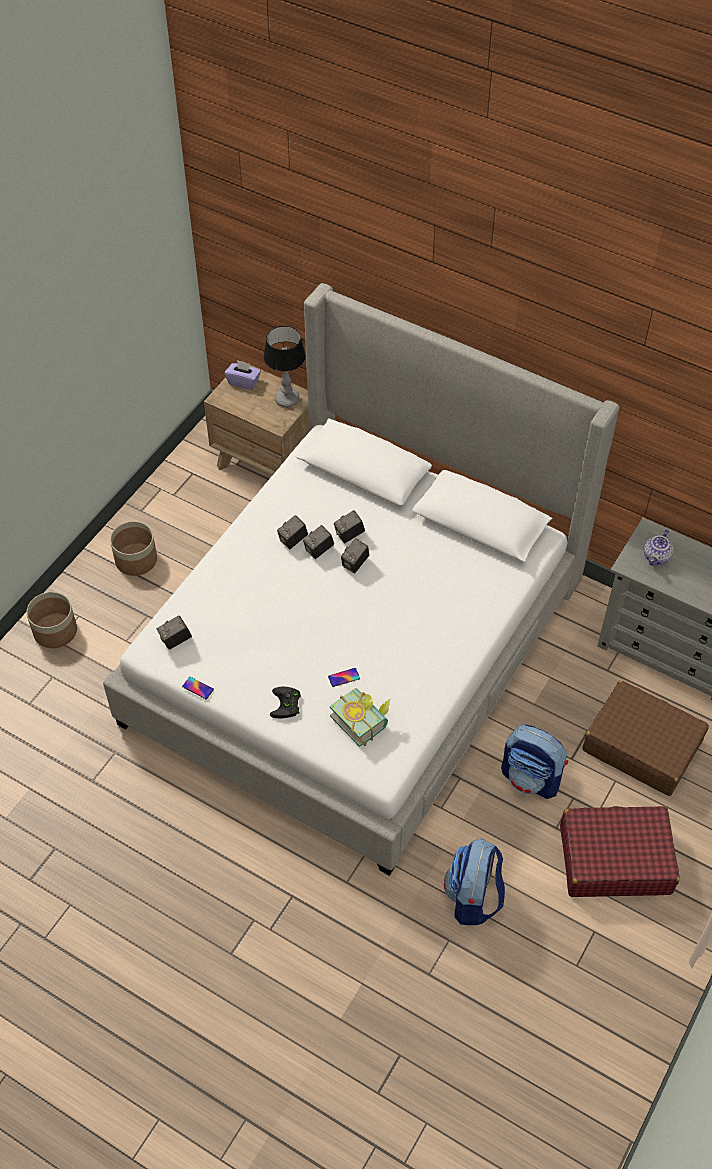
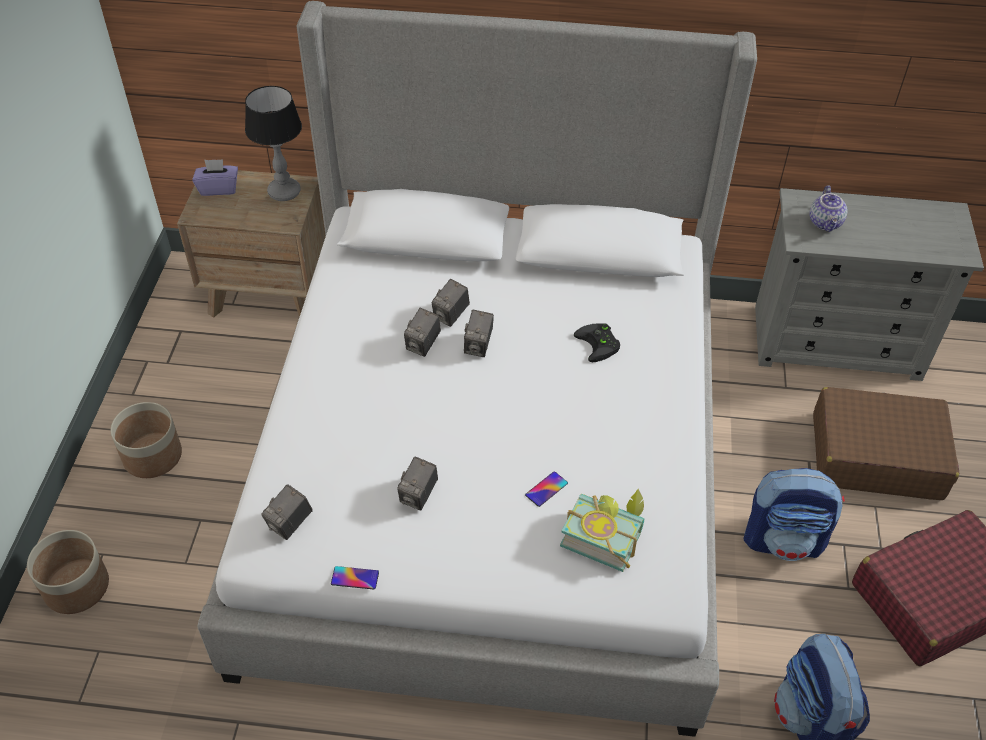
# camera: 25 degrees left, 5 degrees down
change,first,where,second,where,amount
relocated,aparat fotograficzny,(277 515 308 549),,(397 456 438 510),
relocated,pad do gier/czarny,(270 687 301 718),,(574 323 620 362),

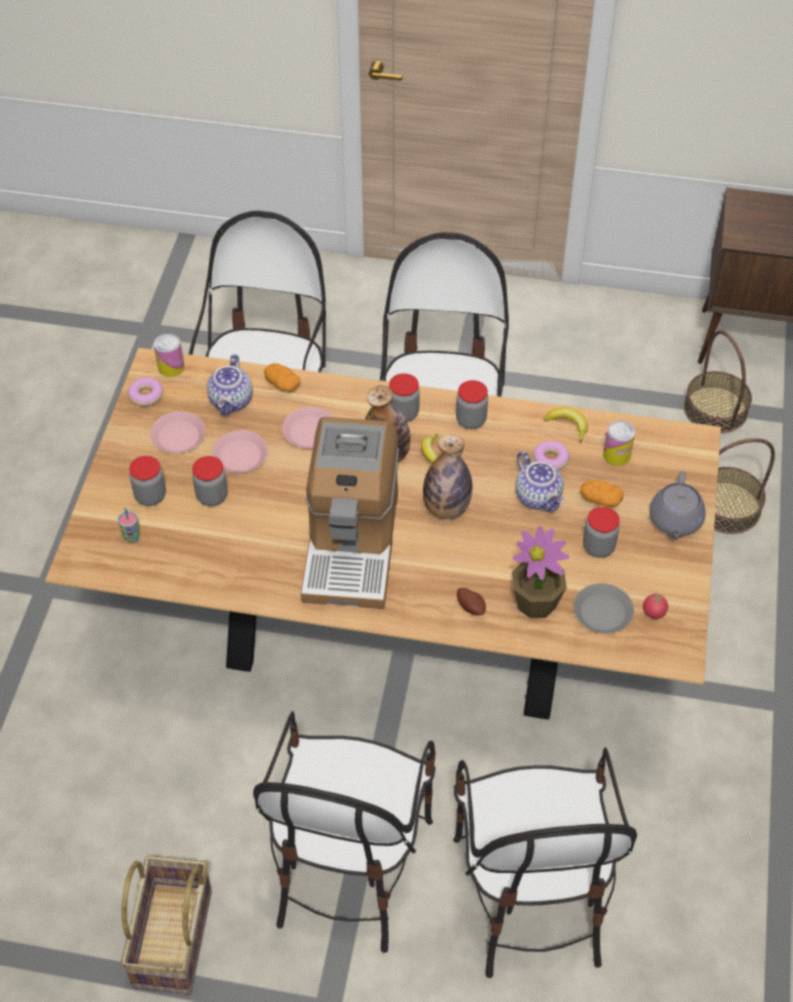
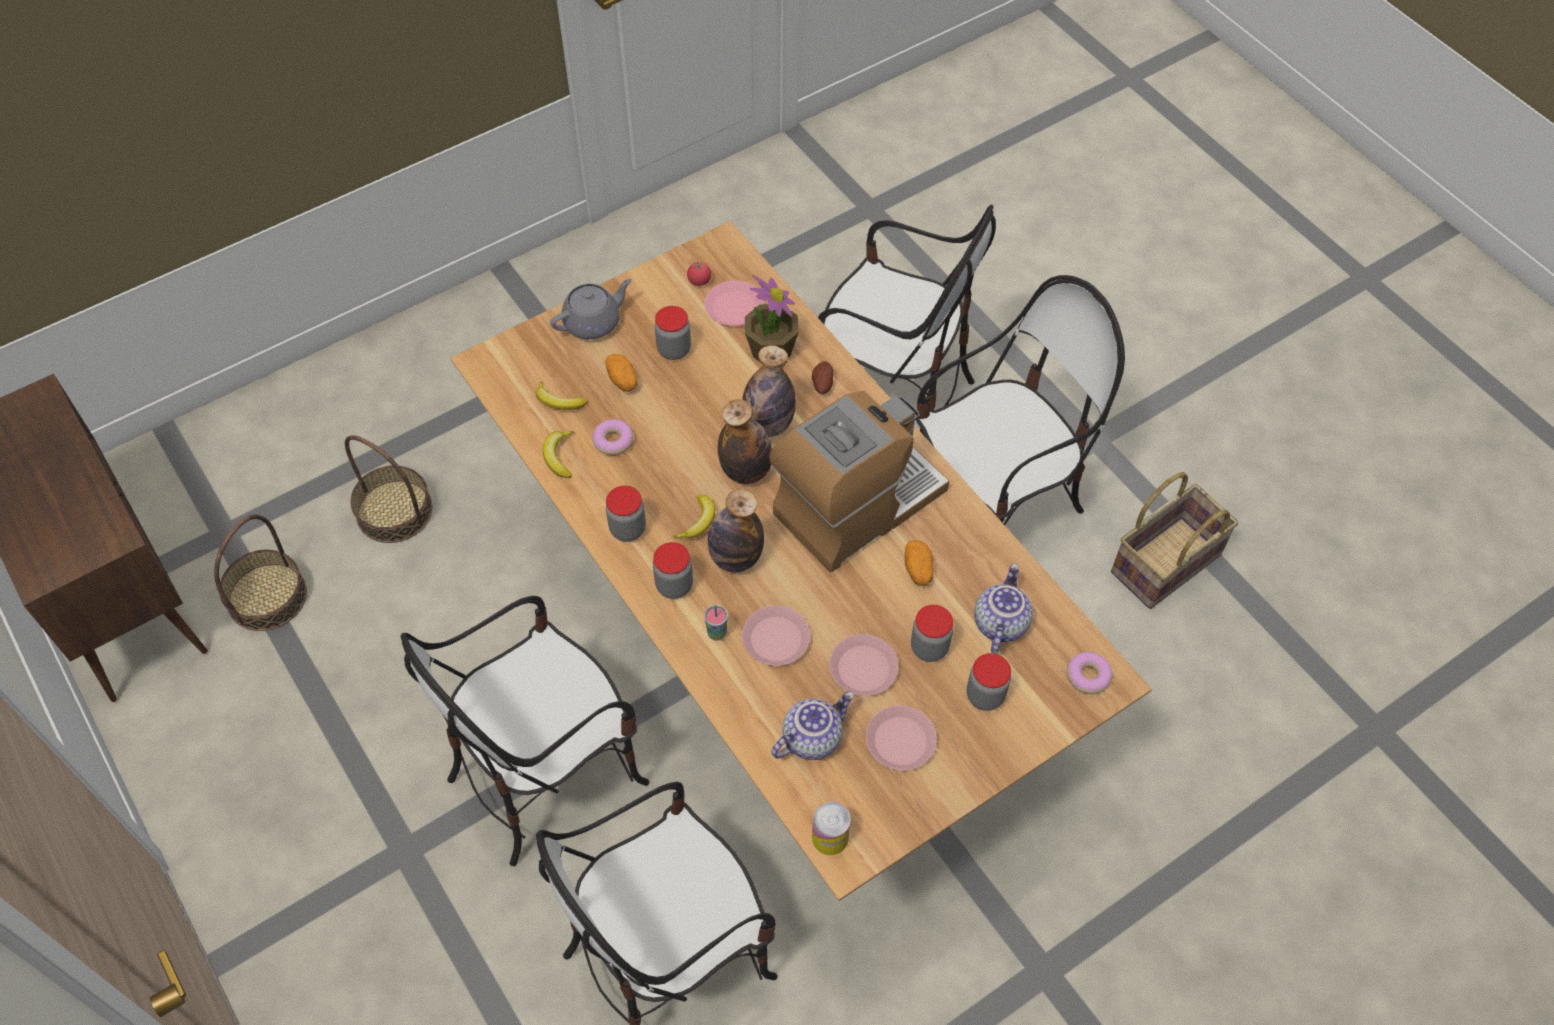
# camera: 135 degrees left, 5 degrees up
change,first,where,second,where,amount
relocated,ziemniak,(264 363 300 392),,(905 540 934 586),
relocated,donut,(128 378 164 407),,(1067 652 1112 694),
exchanged,puszka,(603 421 635 466),banan,(535 381 588 410),
relocated,imbryk,(515 451 564 512),,(974 563 1033 653),
relocated,filiżanka,(118 508 140 543),,(704 605 728 641),
colour,talerz/szary,(573 583 634 634),talerz/różowy,(705 280 764 326),
spun,krzesło,(453 748 637 978),,(818 205 996 410),75 degrees clockwise
appeared,,,butelka,(742 345 796 437),

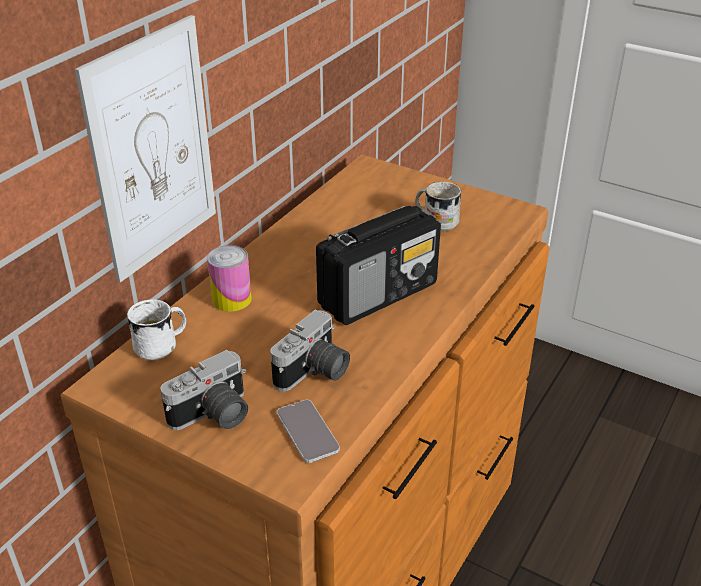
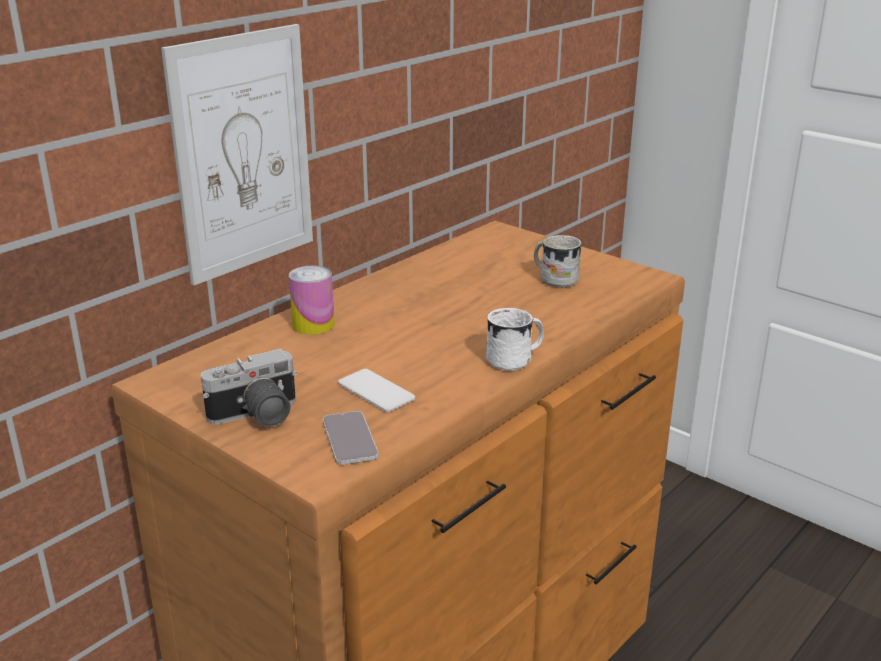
# camera: 10 degrees right, 10 degrees down
change,first,where,second,where,amount
missing,radio,(316 206 441 325),,,
relocated,kubek/biały,(127 299 186 360),,(486 308 544 371),
exchanged,aparat fotograficzny,(270 310 350 392),telefon,(338 369 415 412),

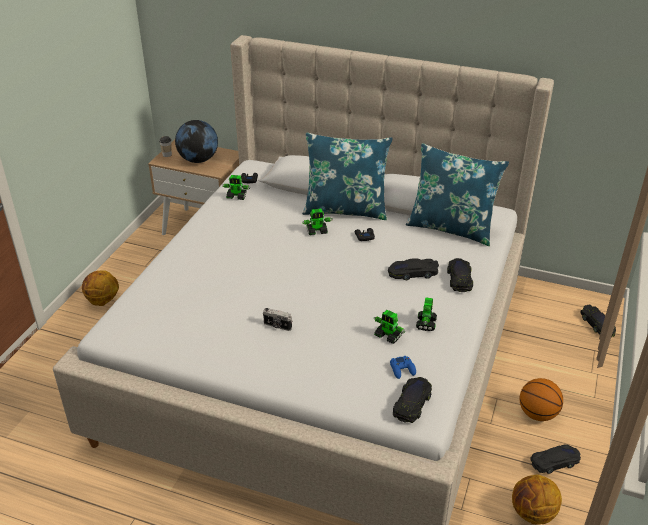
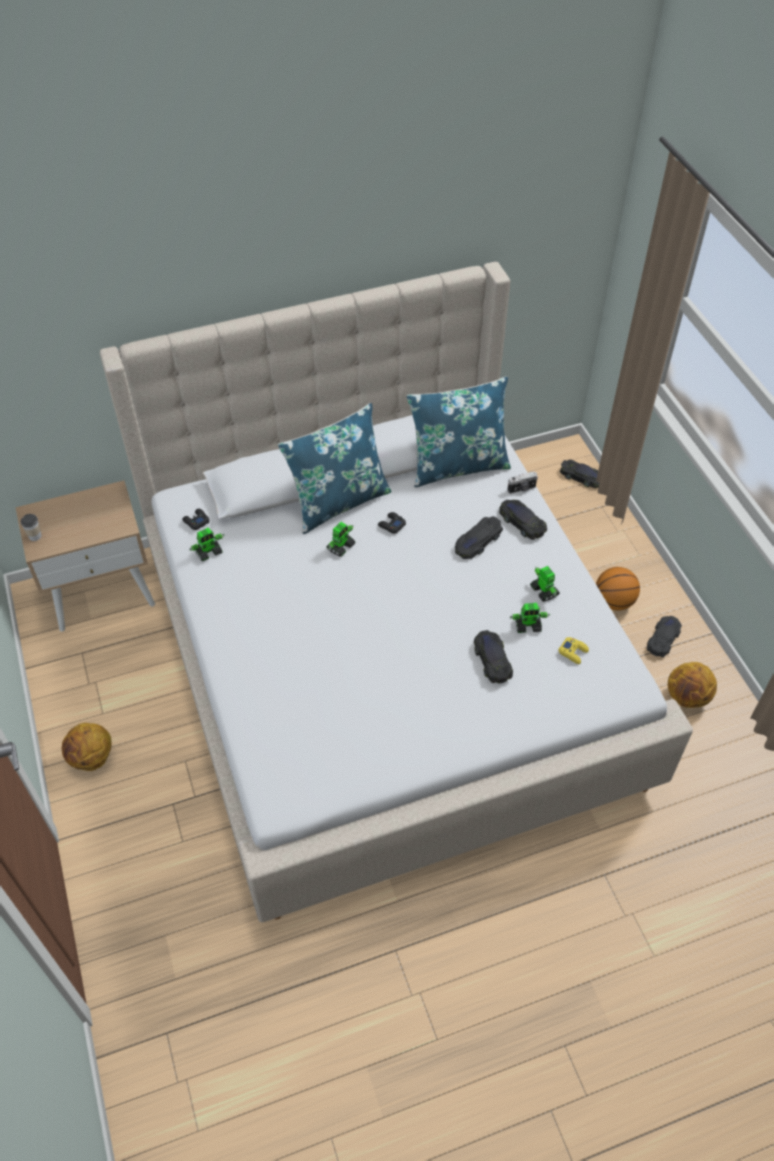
# camera: 40 degrees left, 15 degrees up
change,first,where,second,where,amount
missing,globus,(175 120 218 163),,,
relocated,aparat fotograficzny,(263 308 292 331),,(507 471 538 494),
colour,pad do gier/niebieski,(390 356 416 379),pad do gier/żółty,(558 637 589 664),
relocated,samochodzik/czarny,(393 377 432 423),,(474 630 513 683),

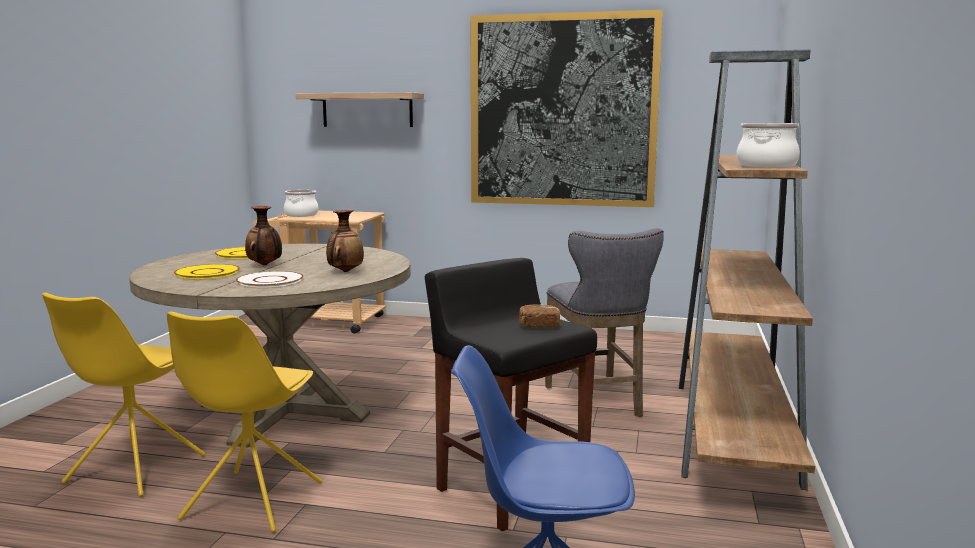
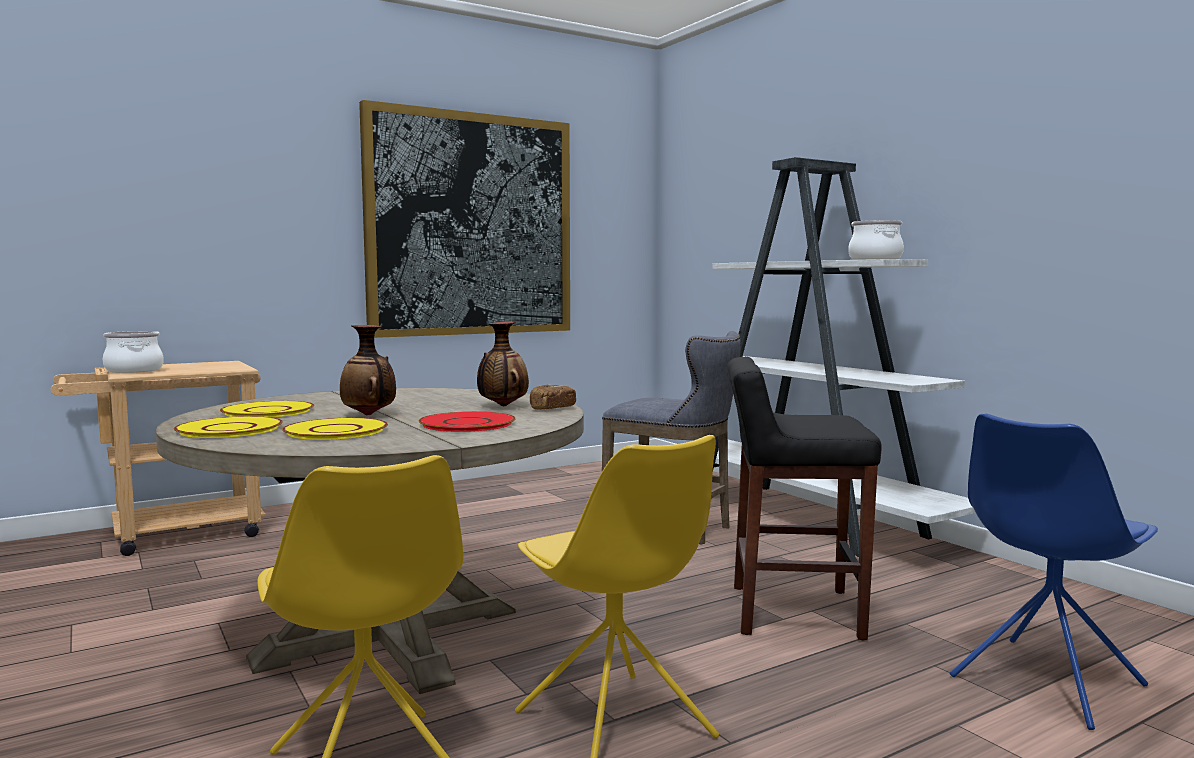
# camera: 45 degrees left, 5 degrees down
change,first,where,second,where,amount
colour,regał/brązowy,(679 50 815 490),regał/biały,(712 157 976 557),
missing,półka,(295 92 424 127),,,
colour,talerz/biały,(236 271 304 288),talerz/czerwony,(418 411 516 432),
relocated,chleb,(519 304 560 327),,(530 384 576 410),
appeared,,,talerz/żółty,(174 416 283 438),

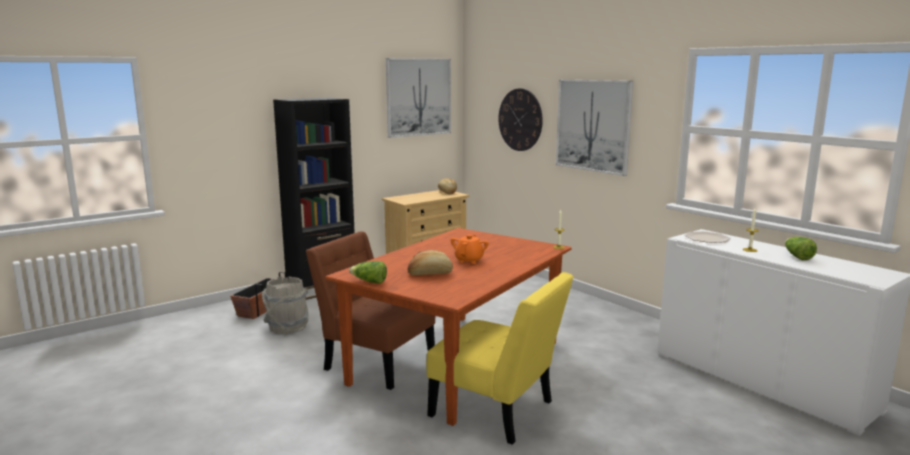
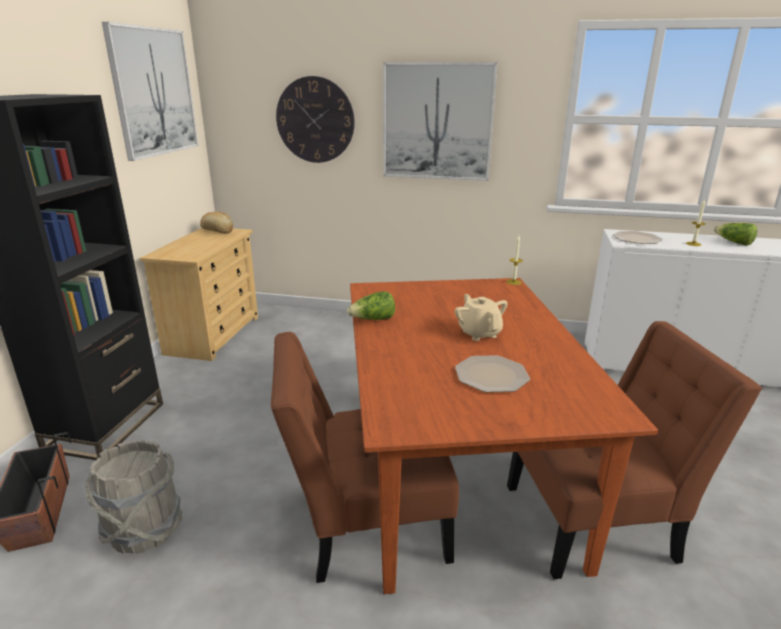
# camera: 40 degrees left, 10 degrees up
change,first,where,second,where,amount
colour,imbryk/pomarańczowy,(451 235 489 264),imbryk/beżowy,(455 294 508 341),
exchanged,chleb,(407 250 453 275),talerz,(455 355 530 393),
relocated,sałata,(349 261 387 284),,(347 291 395 320),
colour,krzesło/żółty,(426 272 574 445),krzesło/brązowy,(507 321 762 579),

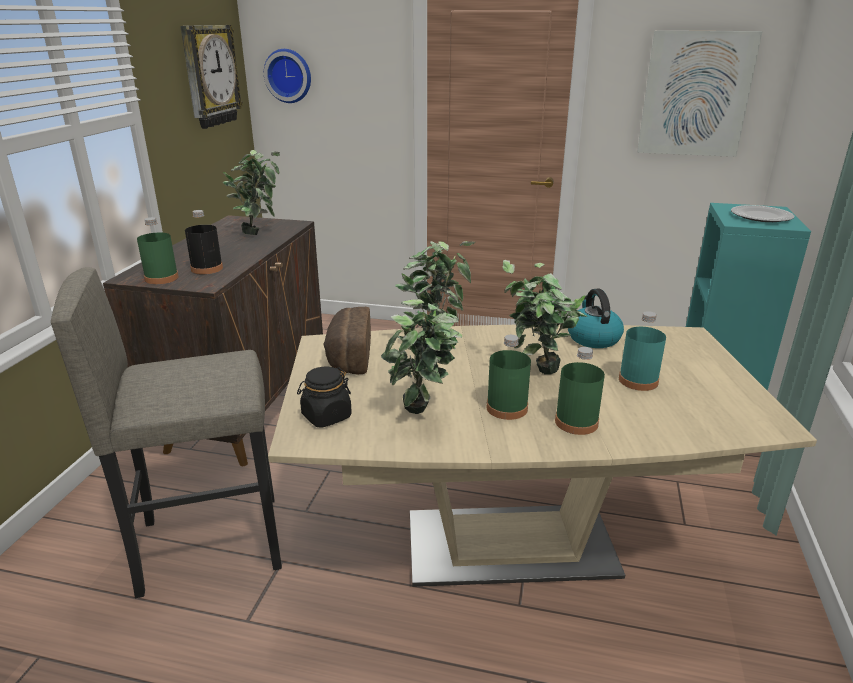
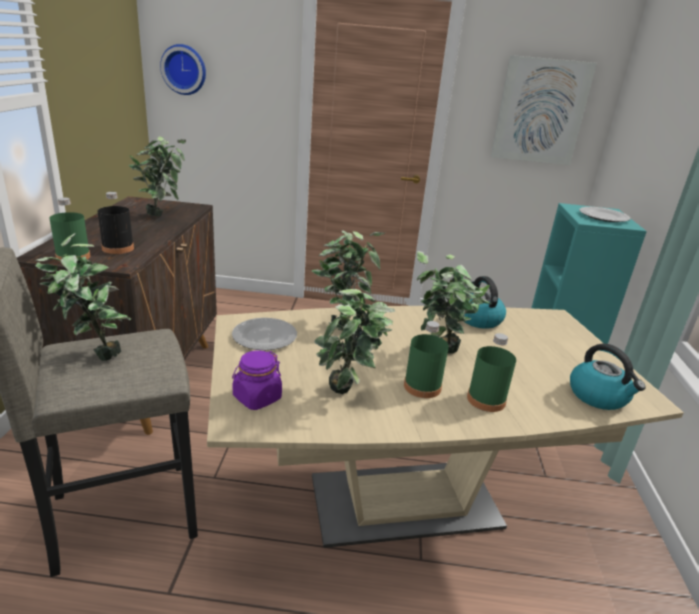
# camera: 10 degrees left, 0 degrees up
change,first,where,second,where,amount
missing,zegar ścienny,(180 25 243 129),,,
exchanged,chleb,(323 307 371 374),talerz,(232 318 297 350),
missing,butelka/turkusowy,(619 311 666 391),,,
colour,słoik/czarny,(297 367 352 428),słoik/fioletowy,(232 350 282 410),
appeared,,,roślina doniczkowa,(34 233 131 361),
appeared,,,czajnik,(570 343 646 410),

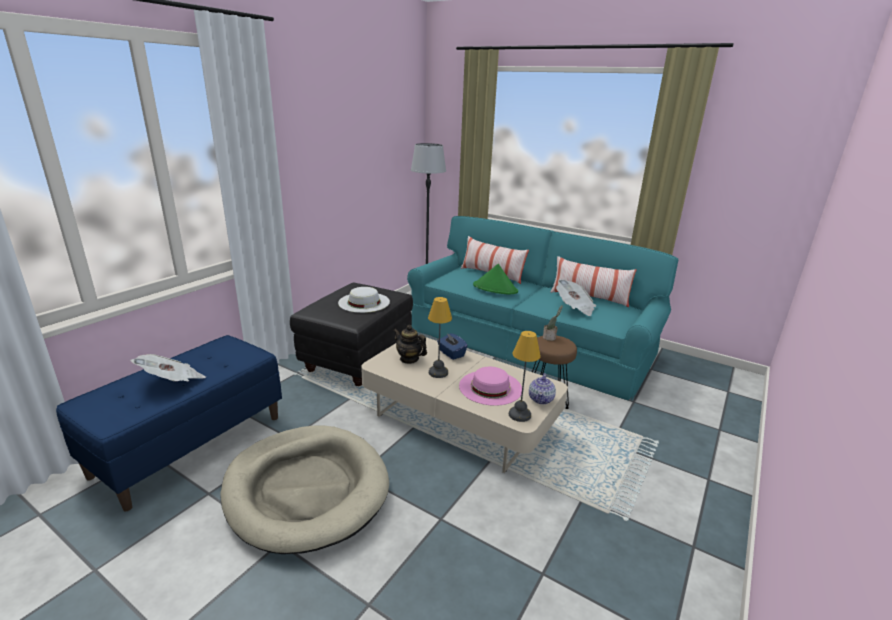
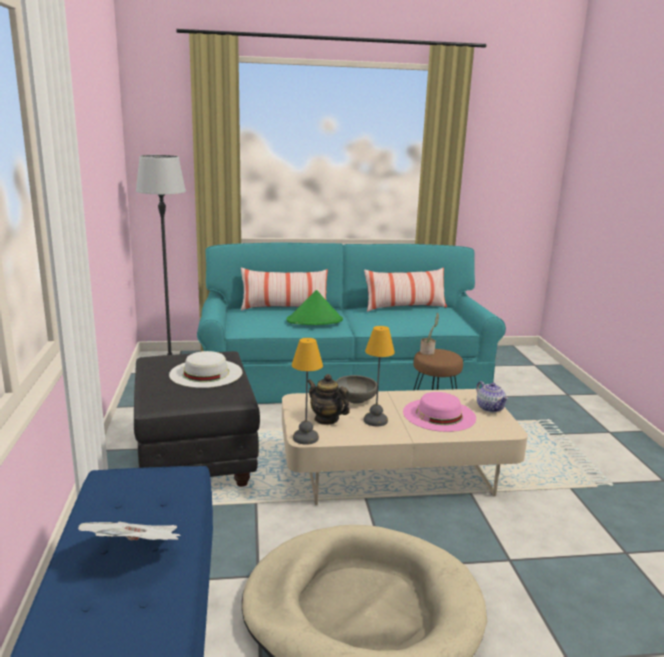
# camera: 40 degrees left, 5 degrees down
change,first,where,second,where,amount
missing,gazeta,(556 279 596 316),,,
spun,imbryk,(393 325 427 364),,(308 374 350 425),45 degrees clockwise
relocated,lampa stołowa,(509 331 541 422),,(292 338 323 445),
exchanged,pudełko chusteczek/niebieski,(437 333 468 360),miska/szary,(336 375 377 404),

